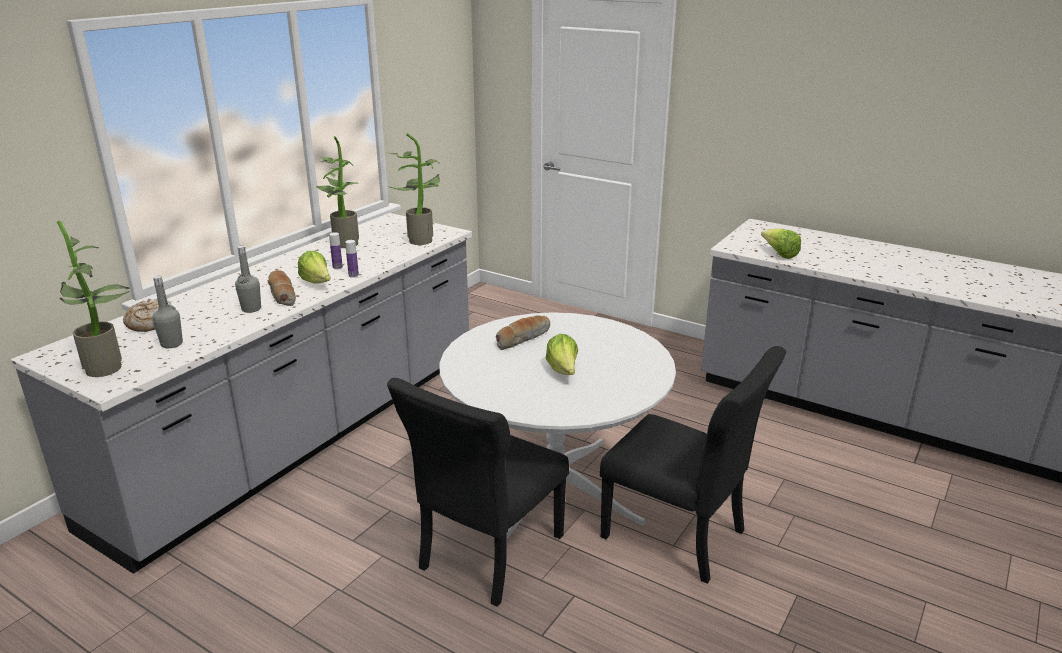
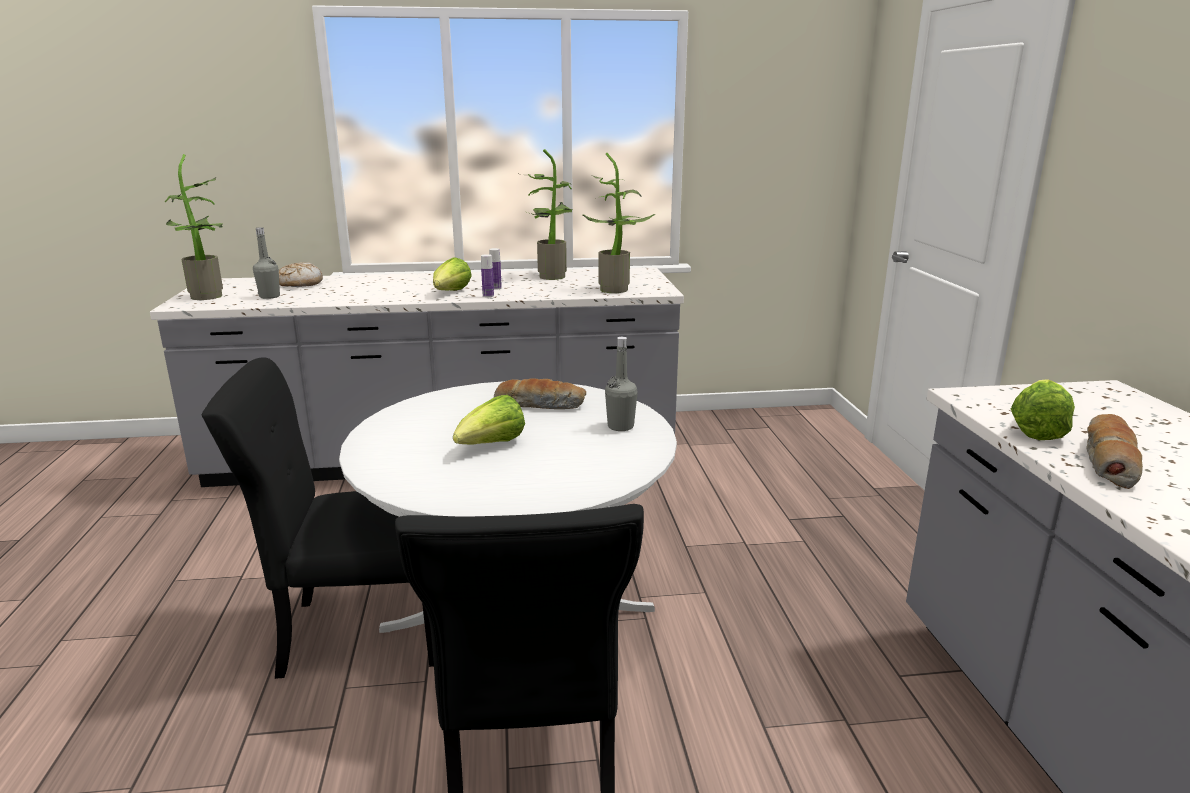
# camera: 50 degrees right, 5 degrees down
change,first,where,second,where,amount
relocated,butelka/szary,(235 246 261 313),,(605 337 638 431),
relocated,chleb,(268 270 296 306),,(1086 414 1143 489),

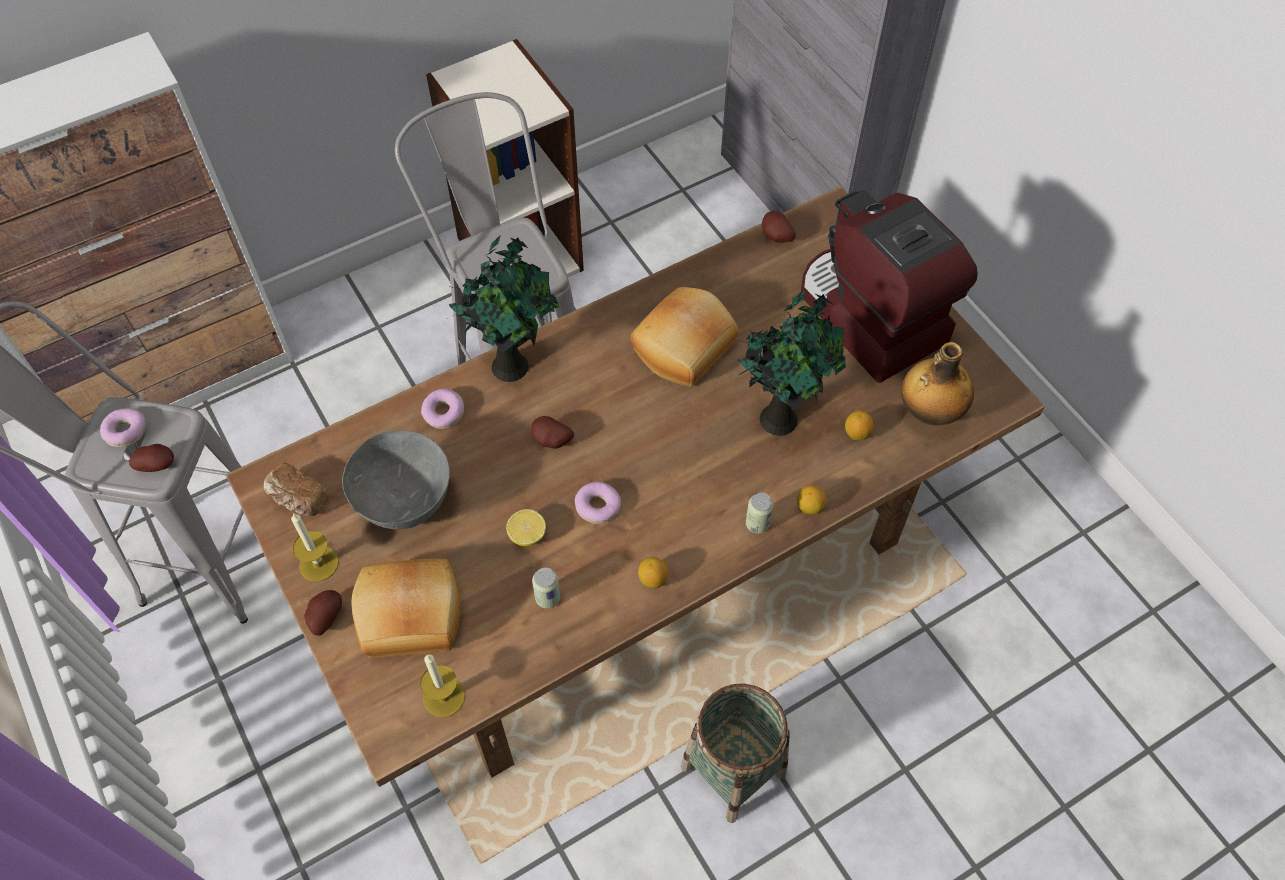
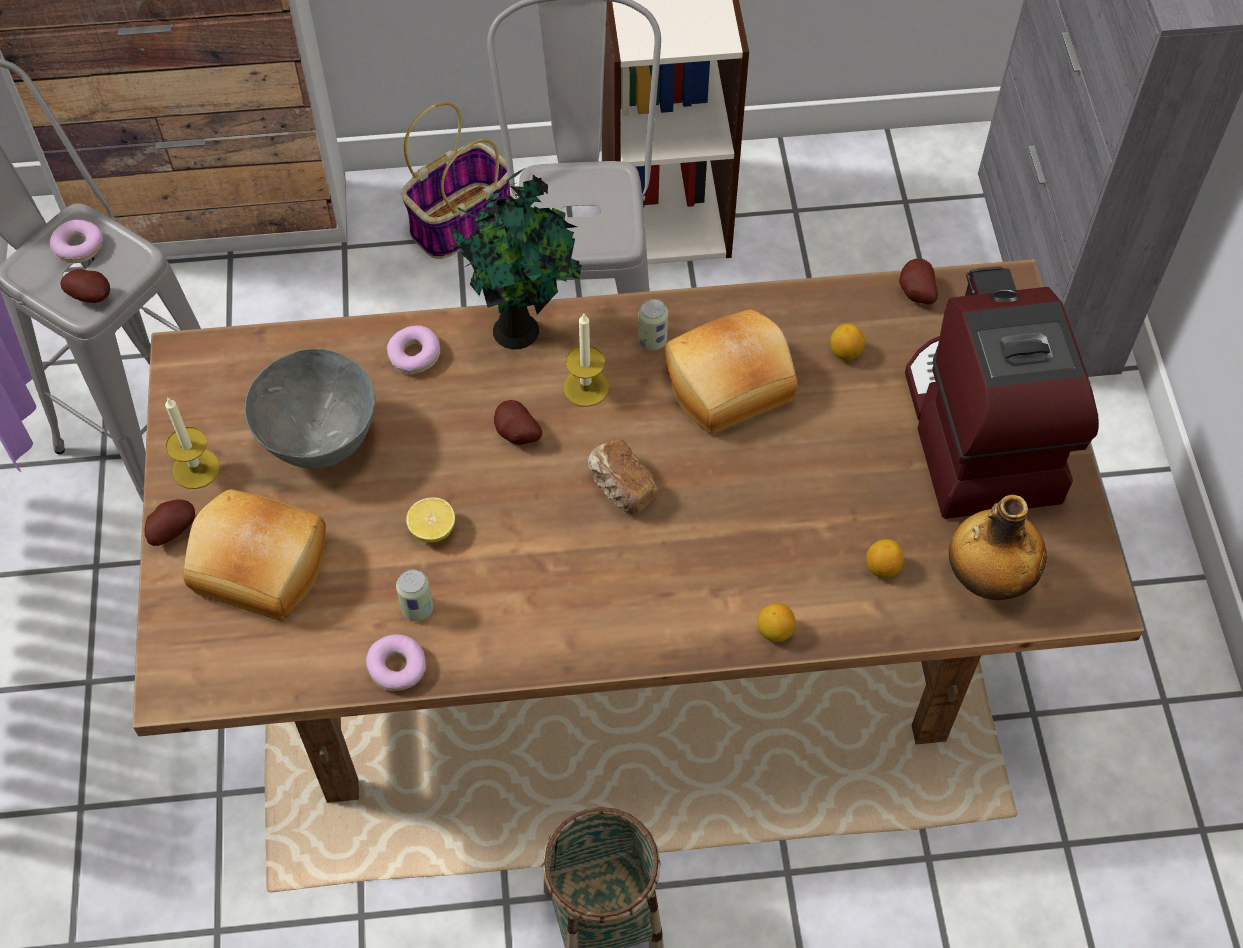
# camera: 25 degrees right, 0 degrees up
change,first,where,second,where,amount
missing,roślina doniczkowa,(736 291 846 436),,,
relocated,chleb,(264 463 328 516),,(588 439 658 514),
relocated,donut,(575 482 621 524),,(366 634 426 691),
relocated,puszka,(746 492 773 534),,(638 299 668 351),
relocated,cytryna,(638 557 668 589),,(830 324 865 361),
relocated,świeca,(420 654 465 717),,(563 314 609 407),
appeared,,,koszyk,(401 102 510 259),

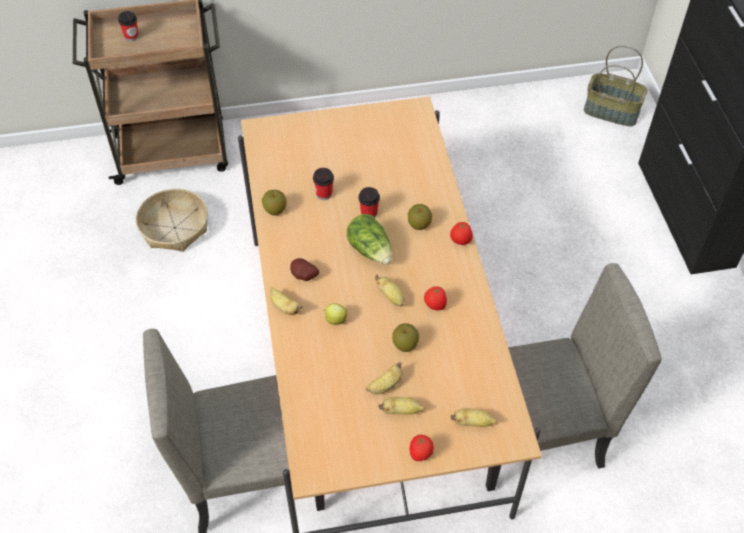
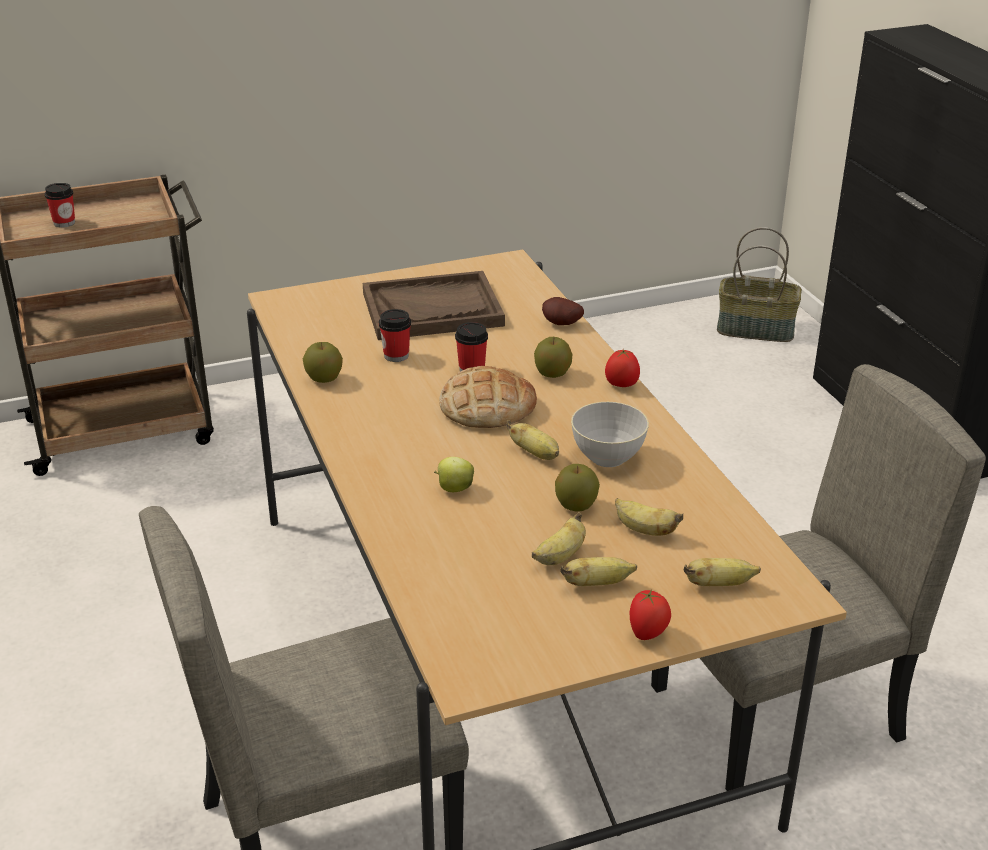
# camera: 10 degrees left, 20 degrees down
change,first,where,second,where,amount
missing,koszyk,(136 189 208 252),,,
exchanged,sałata,(347 214 392 265),chleb,(439 366 537 428),
relocated,ziemniak,(290 258 320 281),,(542 297 584 325),
exchanged,pomidor,(424 286 447 310),miska/szary,(571 402 649 467),
relocated,banan,(270 287 303 315),,(615 498 683 536),
appeared,,,taca/brązowy,(363 271 505 340),

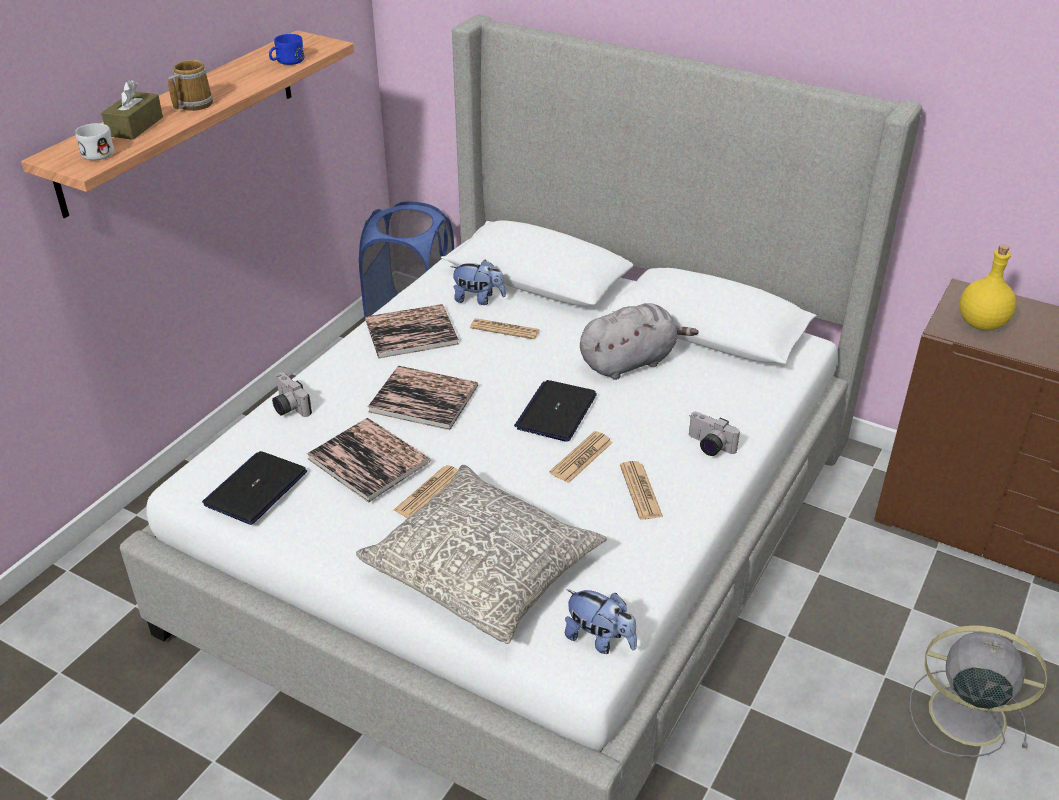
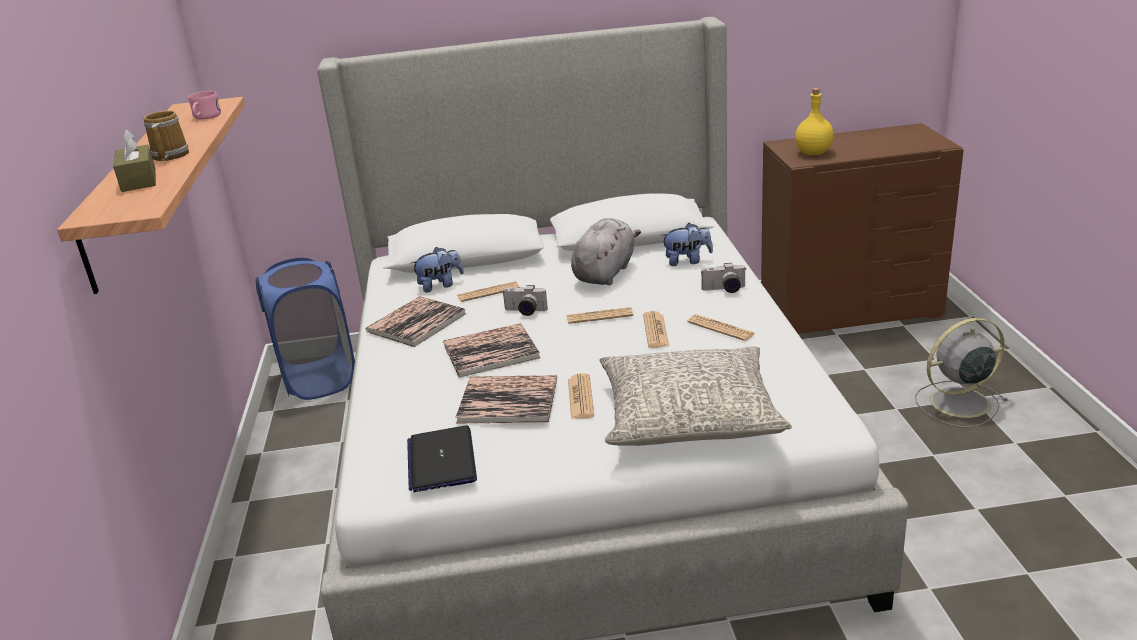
# camera: 35 degrees left, 10 degrees down
change,first,where,second,where,amount
colour,kubek/niebieski,(269 34 304 65),kubek/różowy,(188 91 221 119),
missing,kubek/biały,(75 123 114 161),,,
relocated,aparat fotograficzny,(272 372 312 417),,(502 285 548 316),
exchanged,laptop,(514 380 597 442),gazeta,(567 307 634 324),
relocated,pluszak,(565 589 637 654),,(661 223 713 266),

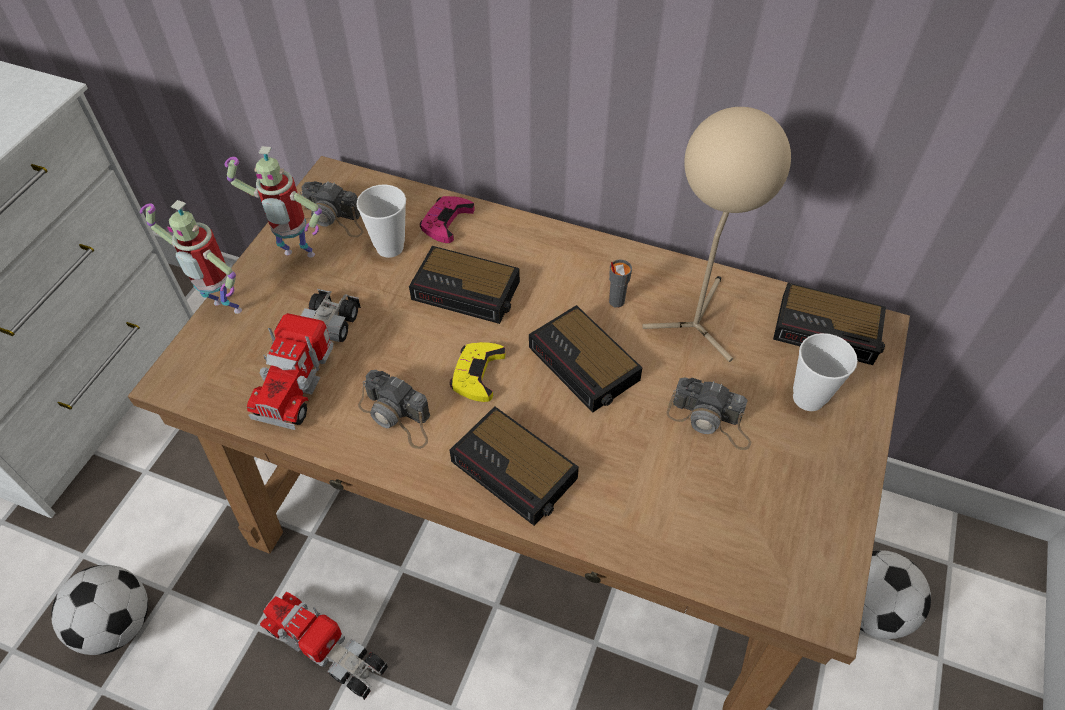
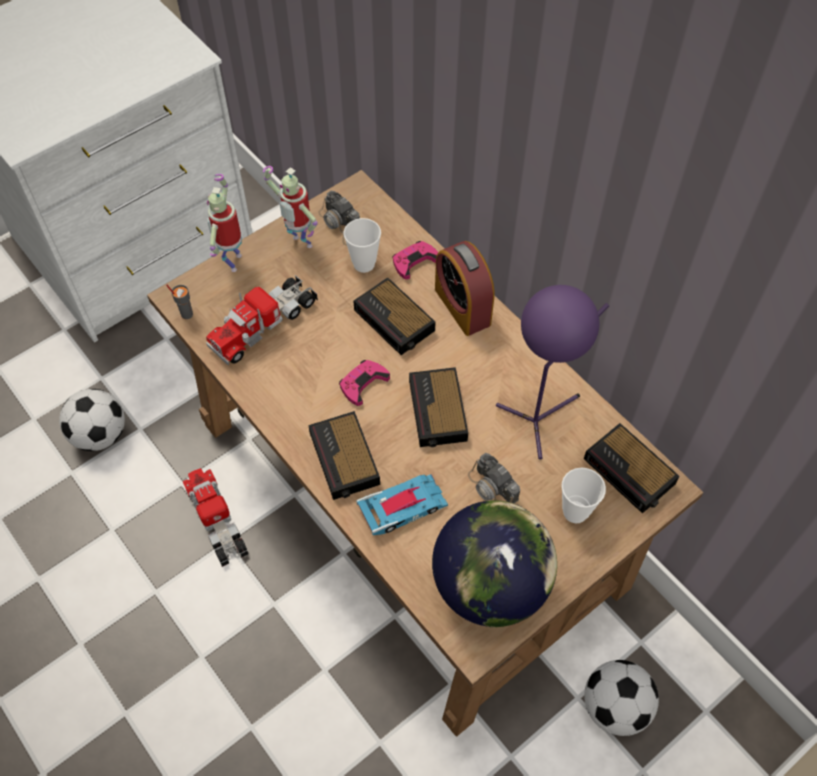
# camera: 30 degrees right, 5 degrees up
change,first,where,second,where,amount
colour,lampa stołowa/beżowy,(642 107 791 362),lampa stołowa/fioletowy,(496 285 609 459),
spun,robot zabawkowy,(140 200 242 314),,(207 174 242 272),45 degrees clockwise
relocated,filiżanka/szary,(609 260 632 308),,(166 284 193 319),
colour,pad do gier/żółty,(450 342 505 402),pad do gier/różowy,(339 360 390 406),
missing,aparat fotograficzny,(358 370 430 449),,,
appeared,,,budzik,(435 241 495 336),
appeared,,,samochodzik,(356 474 448 535),
appeared,,,globus,(432 500 557 627),

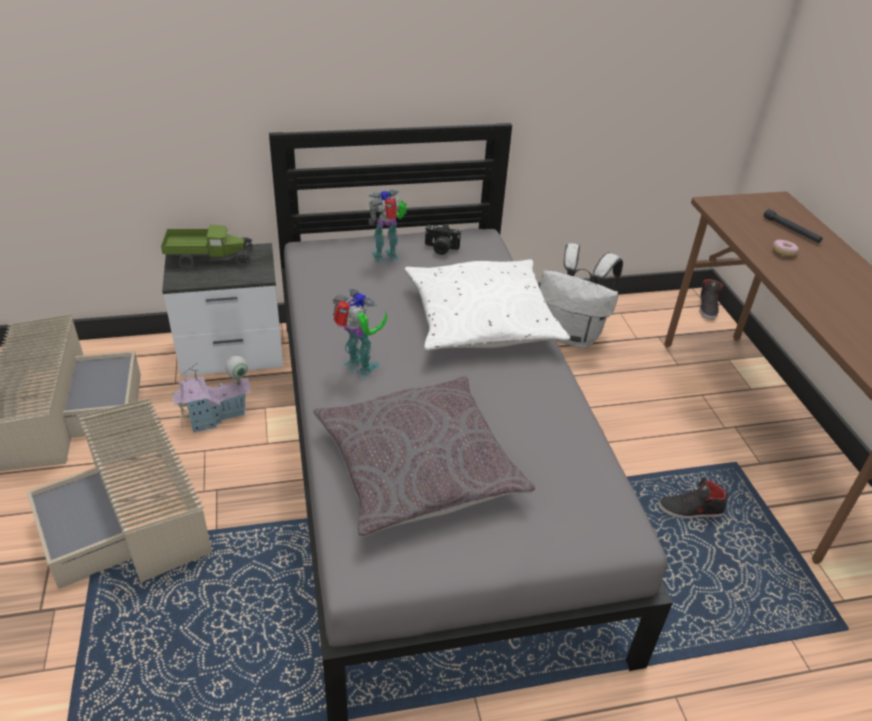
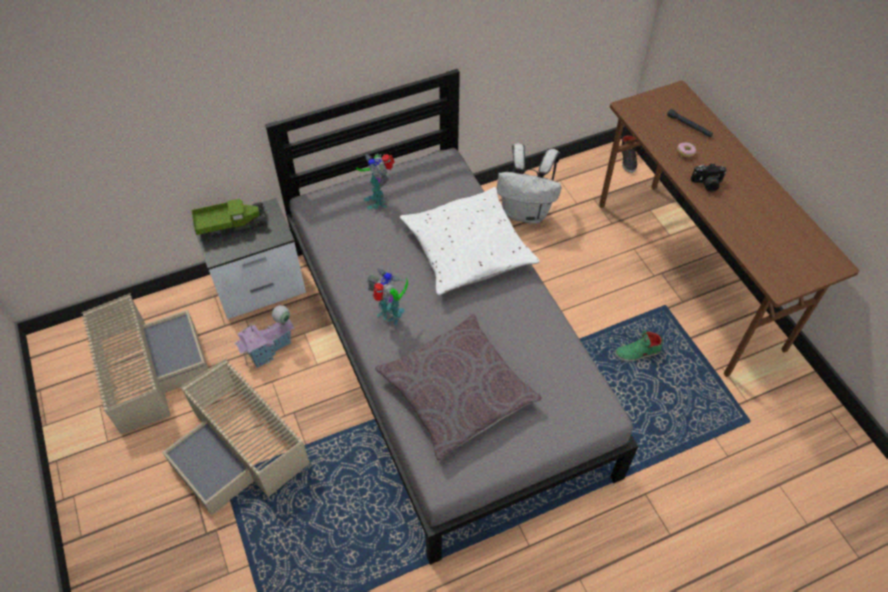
# camera: 10 degrees left, 15 degrees up
change,first,where,second,where,amount
spun,robot zabawkowy,(368 190 408 264),,(356 154 395 210),75 degrees counterclockwise
relocated,aparat fotograficzny,(424 224 461 255),,(691 164 726 192),
colour,but/czarny,(658 478 728 519),but/zielony,(615 330 663 361),

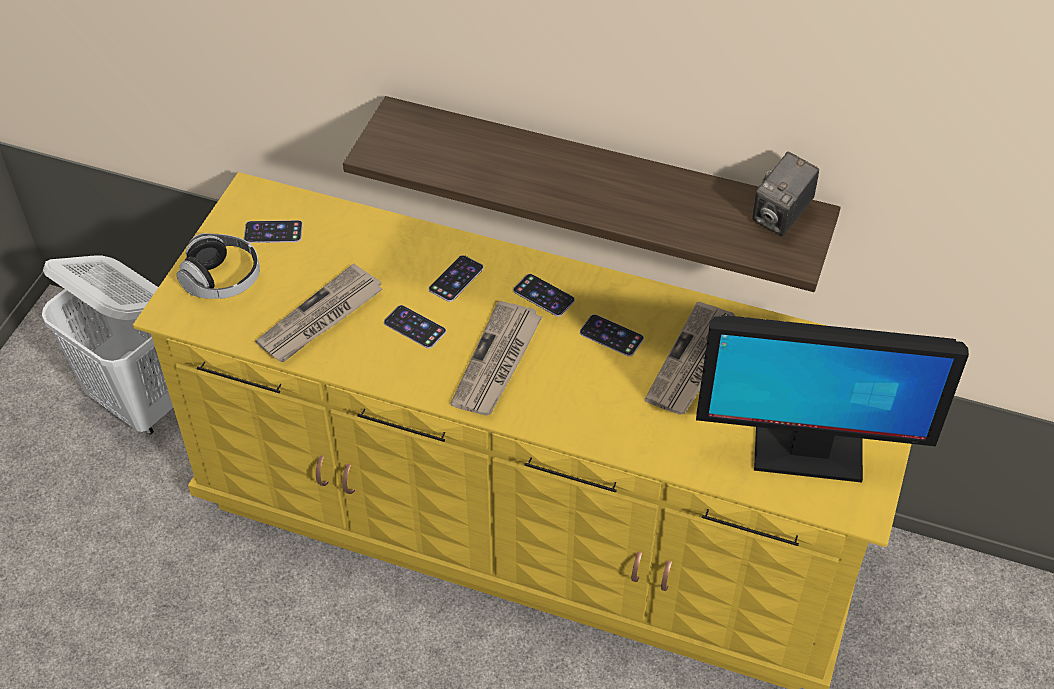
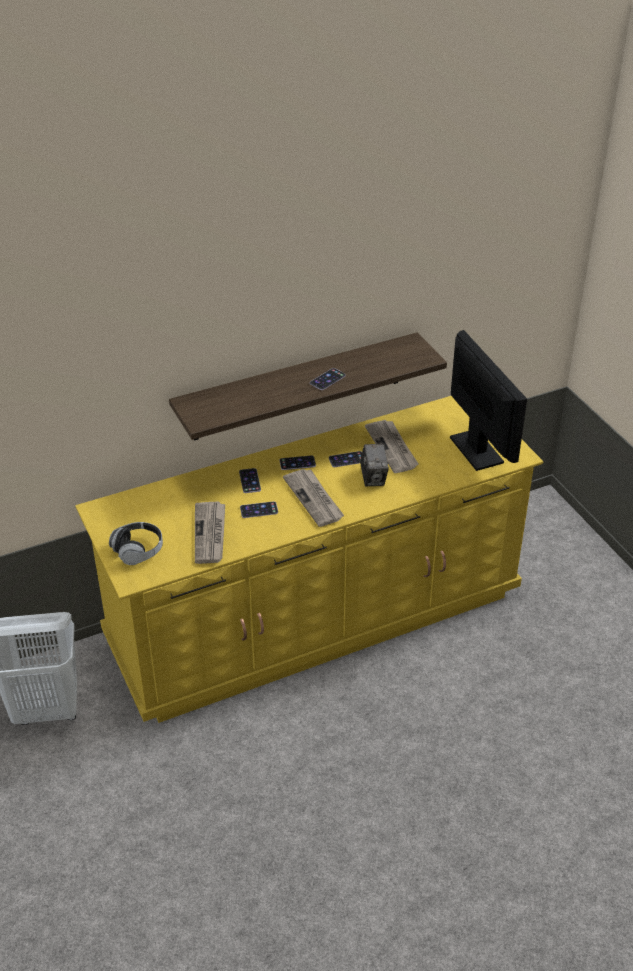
# camera: 45 degrees left, 10 degrees down
change,first,where,second,where,amount
relocated,aparat fotograficzny,(752 152 819 236),,(360 444 389 486),
relocated,telefon,(244 220 303 243),,(310 368 346 390),
spun,monitor,(696 315 969 483),,(450 330 527 471),75 degrees counterclockwise

